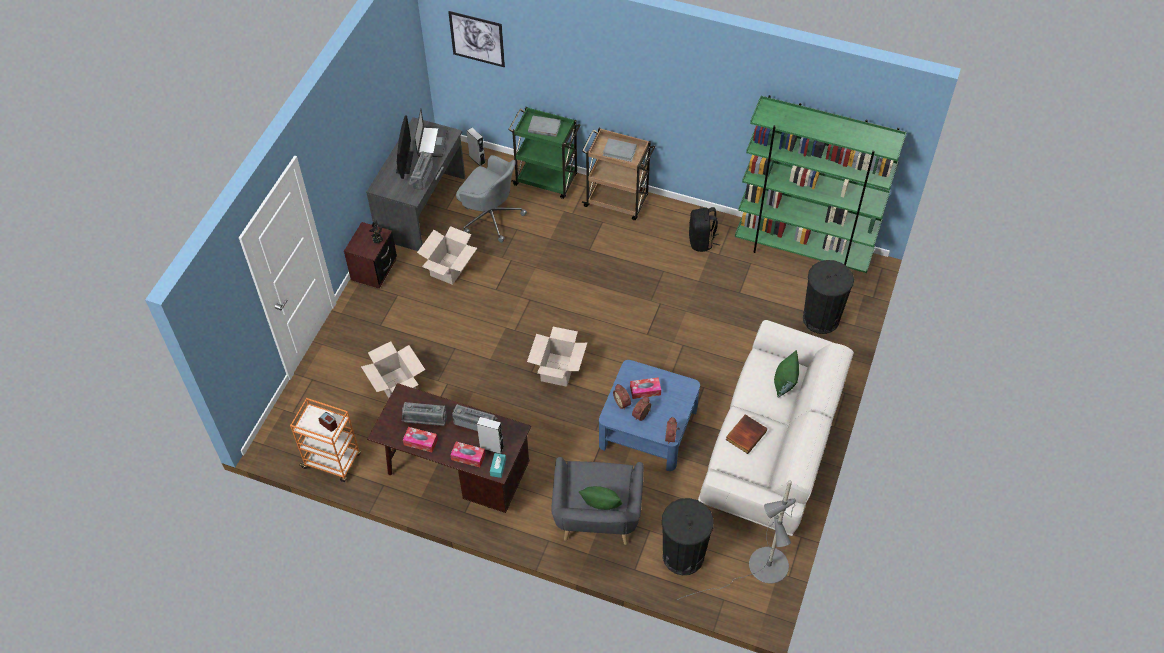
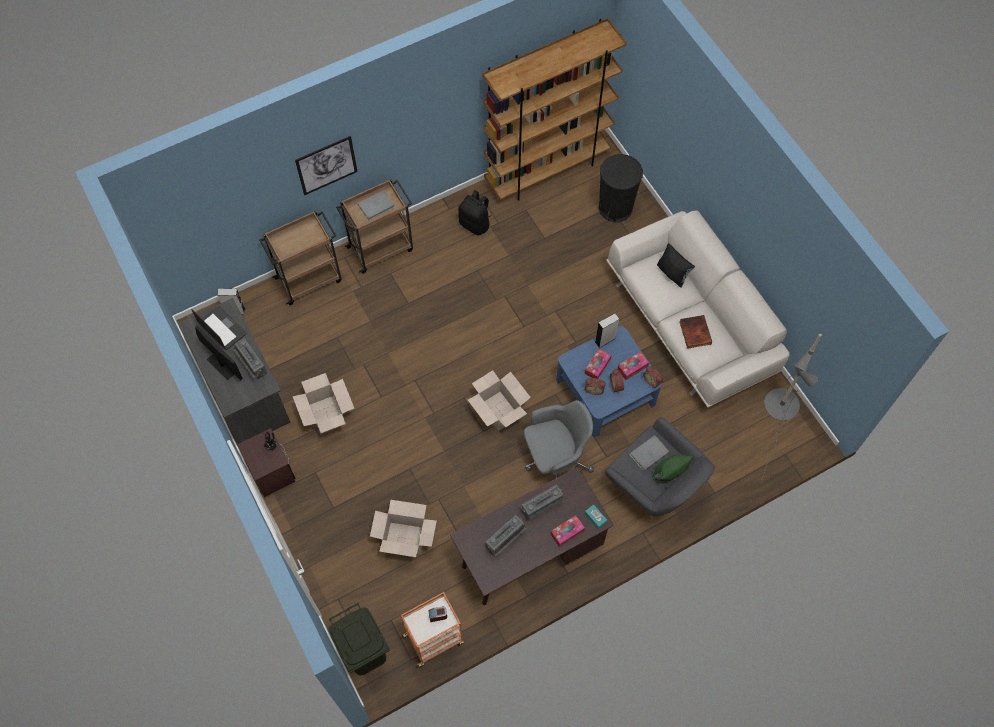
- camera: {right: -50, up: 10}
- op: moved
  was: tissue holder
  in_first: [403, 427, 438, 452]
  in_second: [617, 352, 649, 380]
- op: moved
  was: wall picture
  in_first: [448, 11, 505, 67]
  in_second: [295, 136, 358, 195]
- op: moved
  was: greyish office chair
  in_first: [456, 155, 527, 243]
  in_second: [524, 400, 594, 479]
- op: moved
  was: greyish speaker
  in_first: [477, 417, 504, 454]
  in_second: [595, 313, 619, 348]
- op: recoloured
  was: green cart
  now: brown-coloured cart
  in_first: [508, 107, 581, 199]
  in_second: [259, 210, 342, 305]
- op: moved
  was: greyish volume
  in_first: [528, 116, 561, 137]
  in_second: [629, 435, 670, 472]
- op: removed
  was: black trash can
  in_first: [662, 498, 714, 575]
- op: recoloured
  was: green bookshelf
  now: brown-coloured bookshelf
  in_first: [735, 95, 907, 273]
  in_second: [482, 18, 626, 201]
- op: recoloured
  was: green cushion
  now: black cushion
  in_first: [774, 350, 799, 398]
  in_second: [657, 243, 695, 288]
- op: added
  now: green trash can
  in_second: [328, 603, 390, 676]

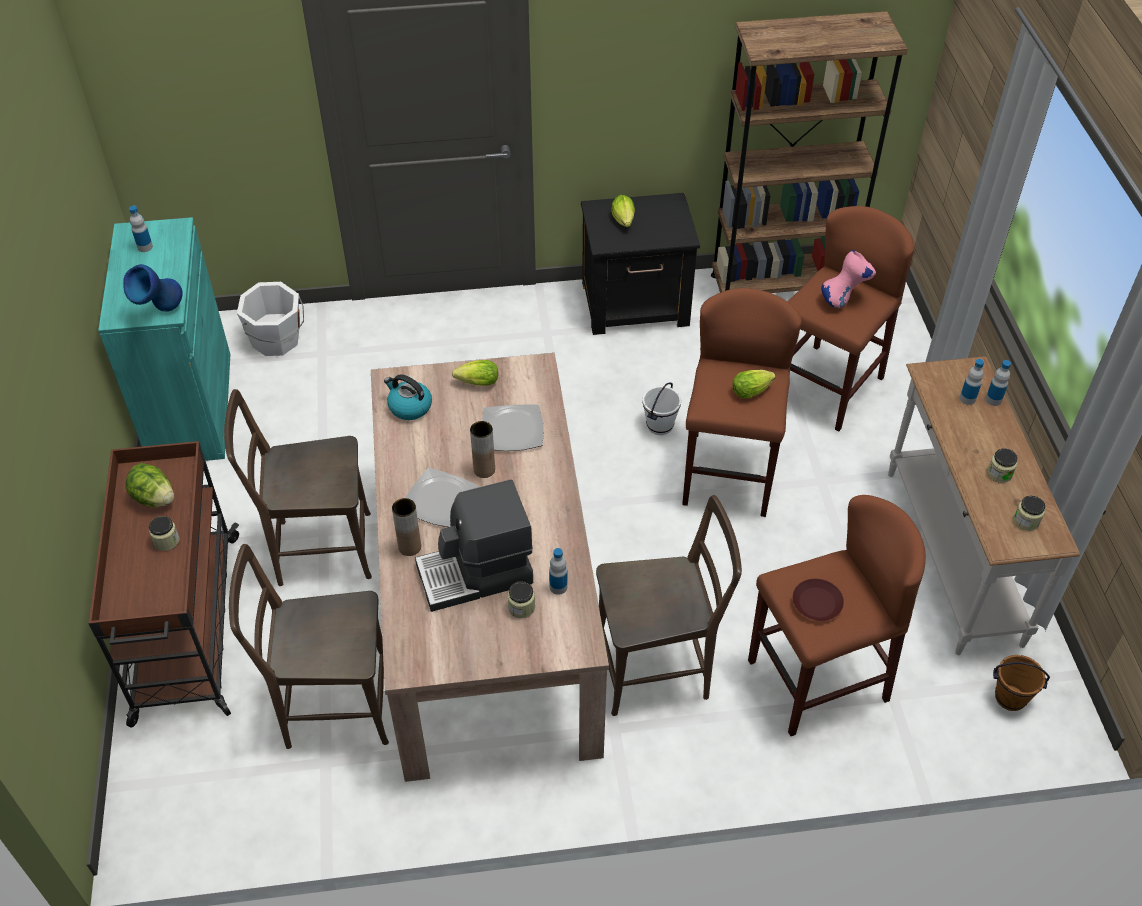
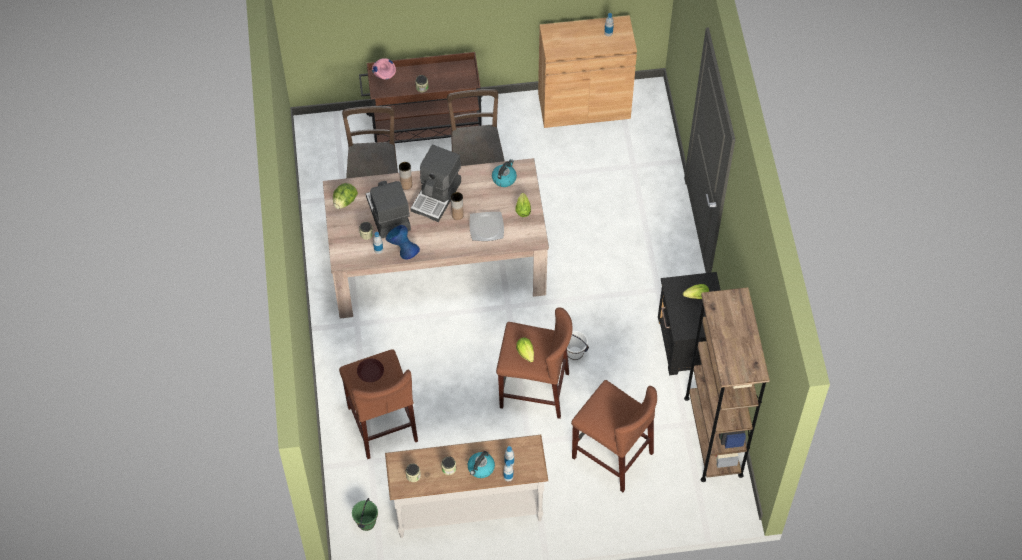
- camera: {right: 90, up: 10}
- op: recoloured
  was: blue-green storage cabinet
  now: brown-coloured storage cabinet
  in_first: [98, 217, 230, 461]
  in_second: [538, 15, 637, 128]
- op: moved
  was: blue-coloured vase
  in_first: [123, 264, 182, 312]
  in_second: [386, 225, 420, 260]
- op: moved
  was: head of lettuce
  in_first: [125, 463, 174, 507]
  in_second: [333, 183, 358, 209]
- op: removed
  was: white-coloured water bucket
  in_first: [237, 282, 304, 356]
- op: replaced
  was: dinner plate
  now: coffee maker
  in_first: [406, 468, 479, 527]
  in_second: [410, 144, 461, 222]
- op: removed
  was: brown-coloured plain chair
  in_first: [596, 495, 742, 716]
- op: moved
  was: pinkish vase
  in_first: [821, 250, 876, 308]
  in_second: [372, 58, 396, 80]
- op: recoloured
  was: brown-coloured water bucket
  now: green water bucket
  in_first: [993, 655, 1050, 711]
  in_second: [352, 498, 378, 531]
- op: added
  now: tea kettle
  in_second: [468, 451, 495, 478]

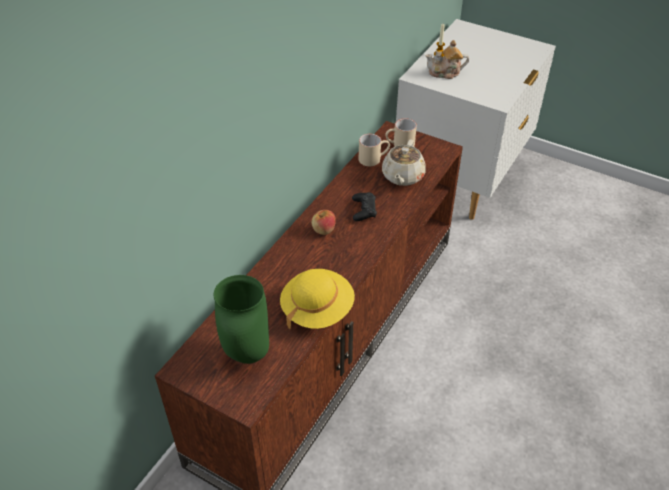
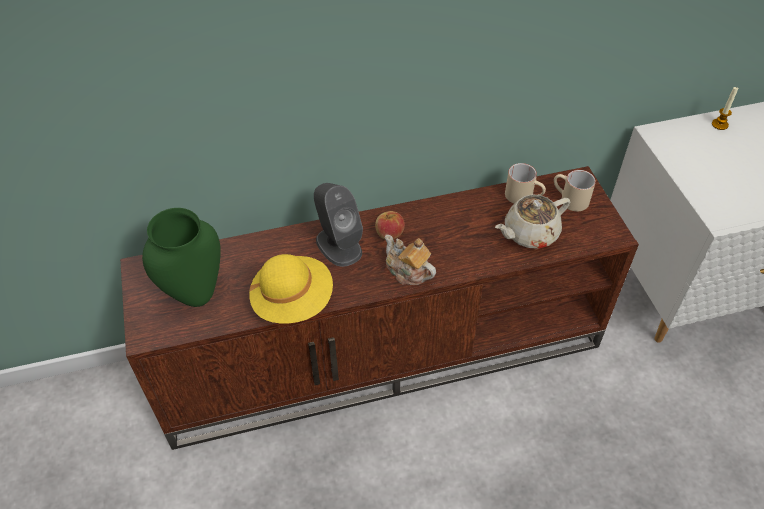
- camera: {right: 45, up: 5}
- op: removed
  was: black gamepad
  in_first: [352, 192, 377, 221]
- op: moved
  was: pot for tea
  in_first: [425, 40, 469, 79]
  in_second: [385, 235, 436, 285]
- op: added
  now: greyish speaker
  in_second: [314, 183, 363, 267]

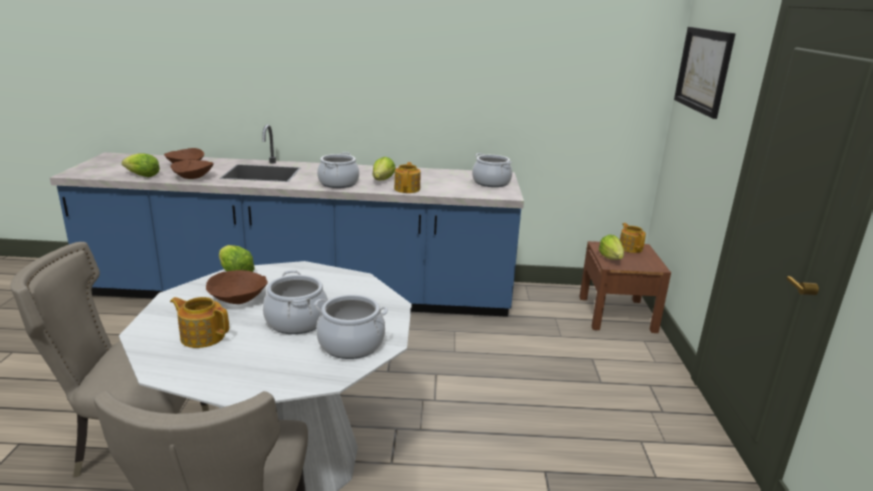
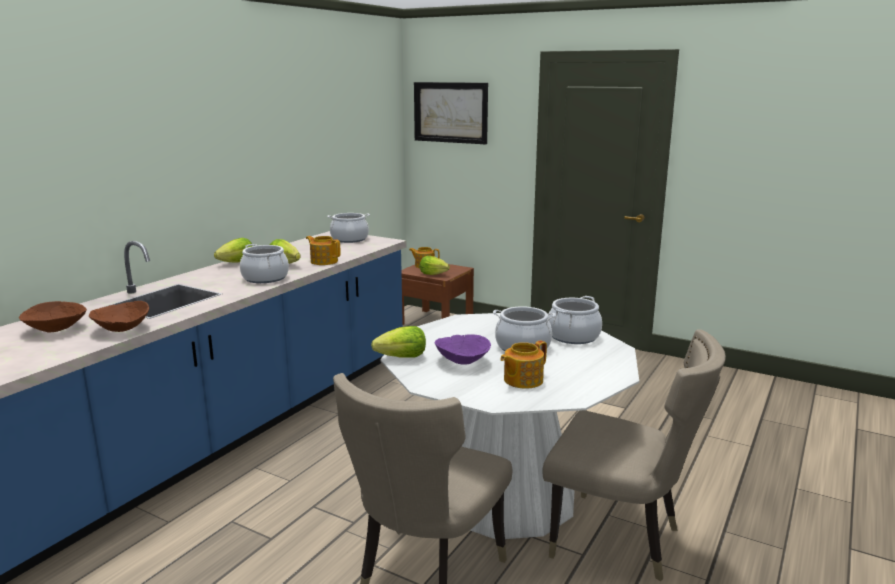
- camera: {right: -60, up: -5}
- op: moved
  was: head of lettuce
  in_first: [121, 153, 160, 177]
  in_second: [214, 238, 252, 263]
- op: recoloured
  was: brown-coloured bowl
  now: purple-coloured bowl
  in_first: [206, 270, 268, 304]
  in_second: [435, 334, 491, 365]

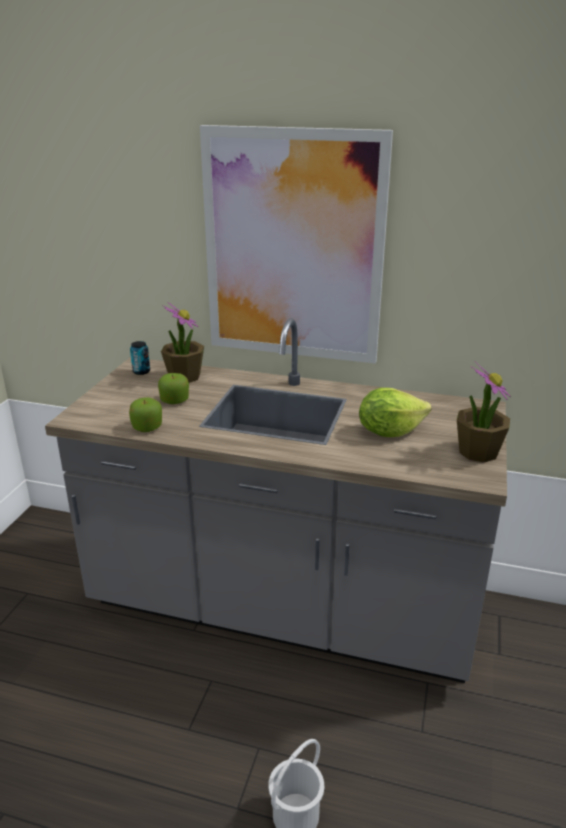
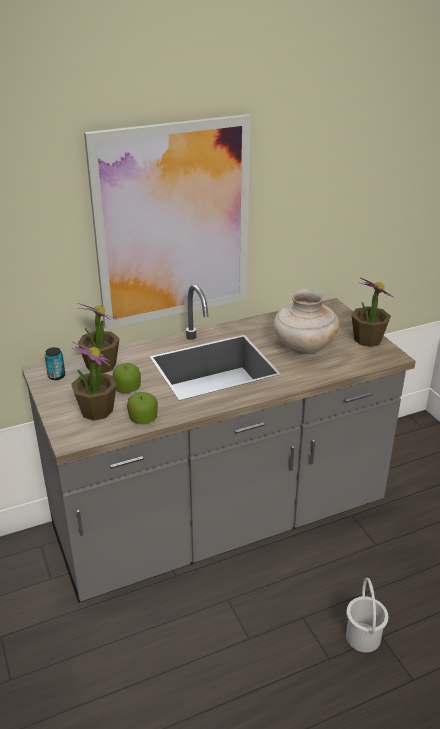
- camera: {right: -40, up: 5}
- op: replaced
  was: head of lettuce
  now: beige vase
  in_first: [359, 388, 431, 437]
  in_second: [273, 289, 340, 354]
- op: added
  now: plant in a pot
  in_second: [71, 342, 117, 421]

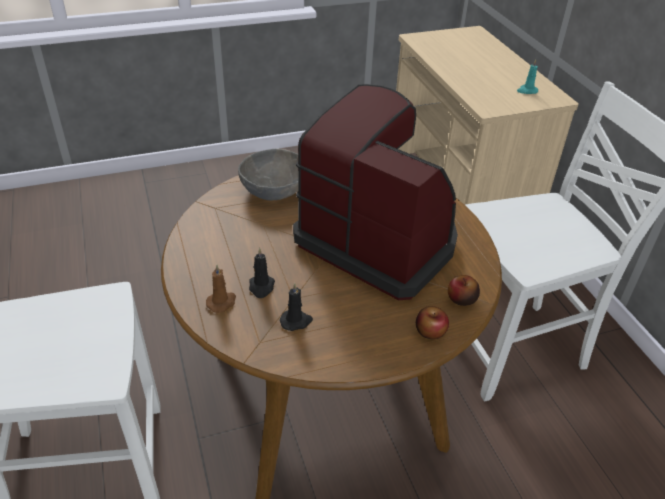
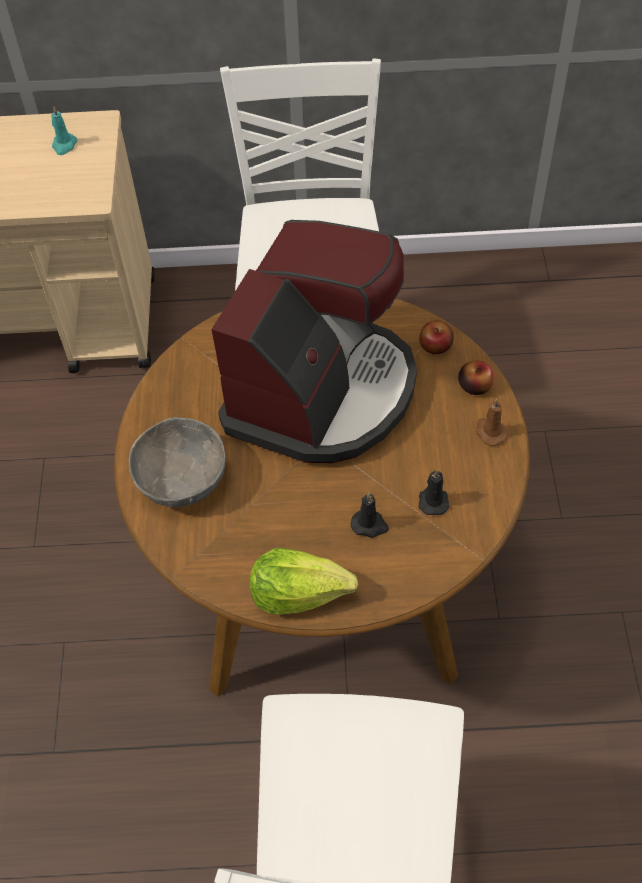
- camera: {right: -70, up: 15}
- op: moved
  was: brown-coloured candle
  in_first: [206, 264, 236, 313]
  in_second: [476, 398, 508, 446]
- op: turned
  was: coffee maker
  in_first: [293, 84, 458, 300]
  in_second: [211, 220, 417, 463]
  clockwise: 150
- op: added
  now: head of lettuce
  in_second: [250, 548, 358, 615]

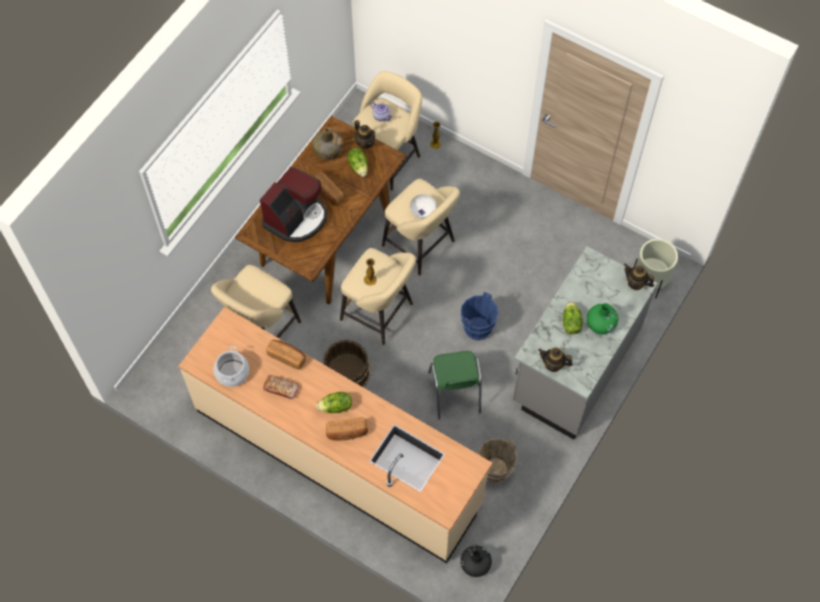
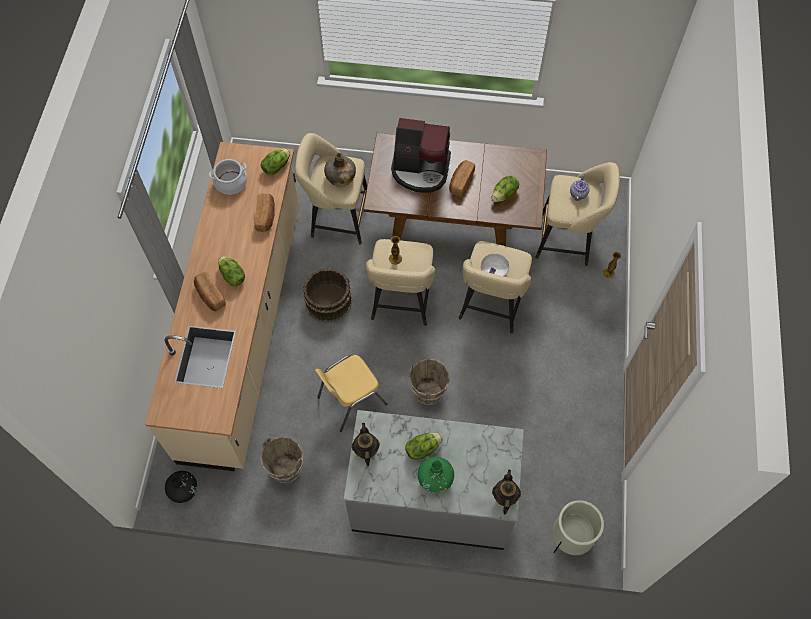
- camera: {right: 65, up: 0}
- op: removed
  was: bread
  in_first: [263, 375, 299, 399]
- op: moved
  was: green beverage bottle
  in_first: [313, 127, 344, 160]
  in_second: [324, 153, 356, 187]
- op: removed
  was: pot for tea
  in_first: [354, 120, 375, 149]
- op: recoloured
  was: green plain chair
  now: yellow plain chair
  in_first: [428, 351, 482, 420]
  in_second: [315, 355, 388, 432]
- op: recoloured
  was: blue-coloured water bucket
  now: brown-coloured water bucket
  in_first: [461, 292, 498, 340]
  in_second: [409, 359, 450, 405]
- op: added
  now: head of lettuce
  in_second: [261, 149, 290, 175]

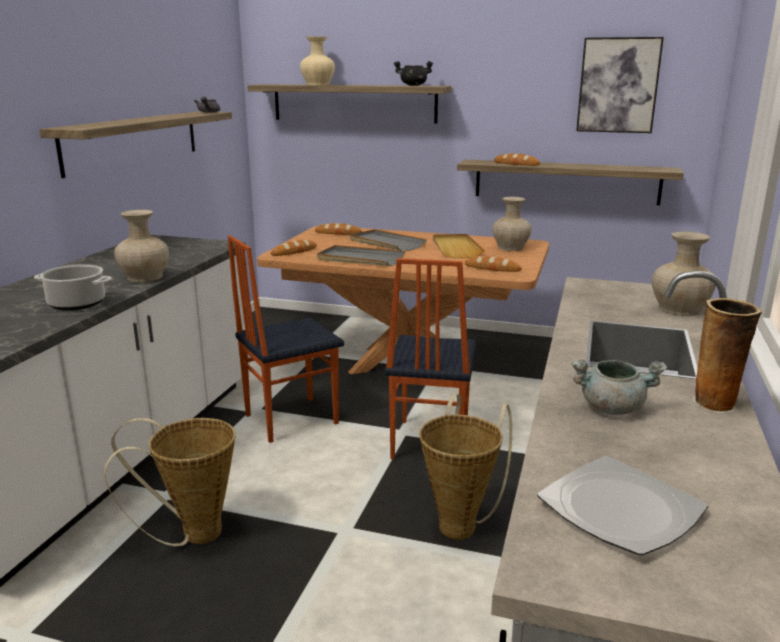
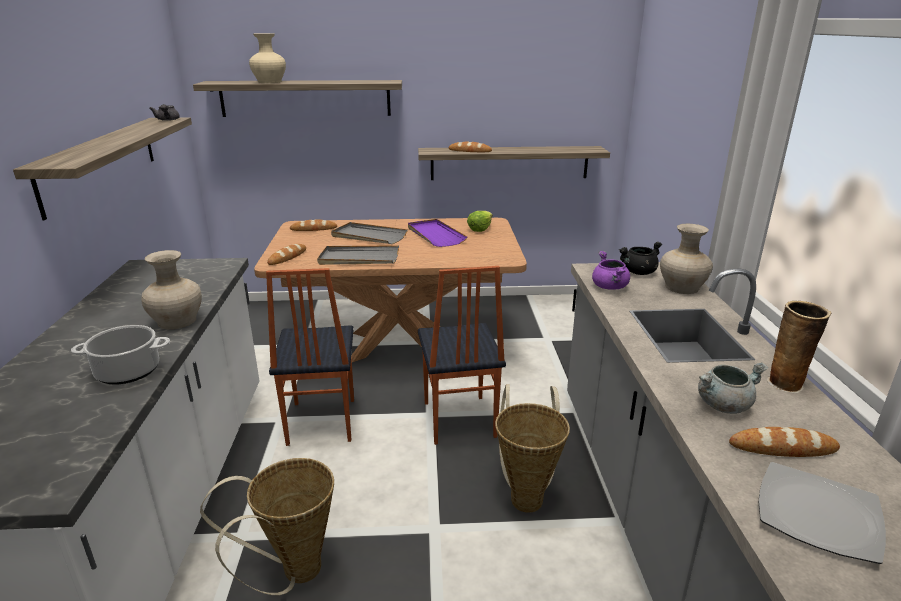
- camera: {right: -20, up: 5}
- op: turned
  was: plain chair
  in_first: [228, 235, 344, 443]
  in_second: [266, 268, 354, 446]
  clockwise: -45
- op: moved
  was: black saucepot
  in_first: [394, 61, 433, 86]
  in_second: [619, 242, 662, 275]
- op: recoloured
  was: beige serving tray
  now: purple-coloured serving tray
  in_first: [433, 234, 485, 258]
  in_second: [408, 219, 467, 247]
- op: moved
  was: bread
  in_first: [465, 256, 522, 272]
  in_second: [729, 427, 840, 457]
- op: replaced
  was: beige vase
  now: head of lettuce
  in_first: [492, 197, 532, 251]
  in_second: [467, 211, 493, 232]
- op: removed
  was: wall picture
  in_first: [576, 37, 664, 133]
- op: added
  now: purple-coloured saucepot
  in_second: [592, 251, 630, 290]

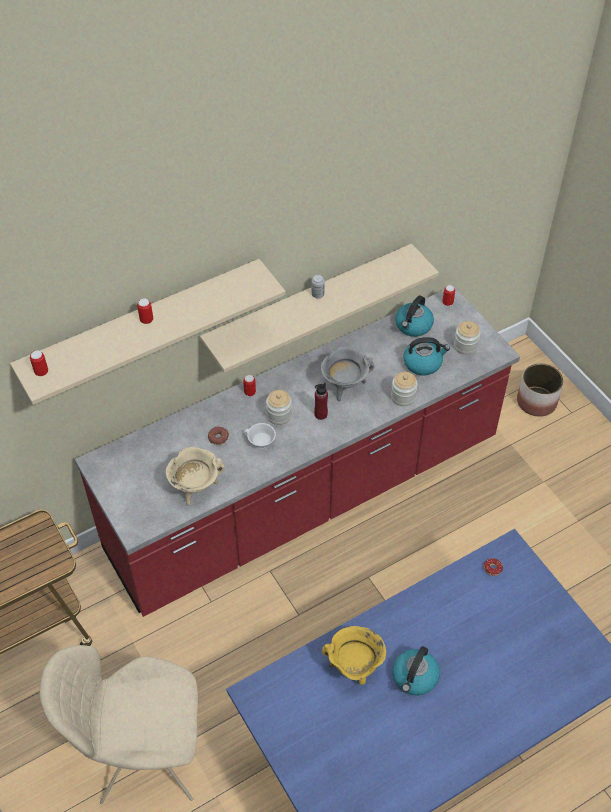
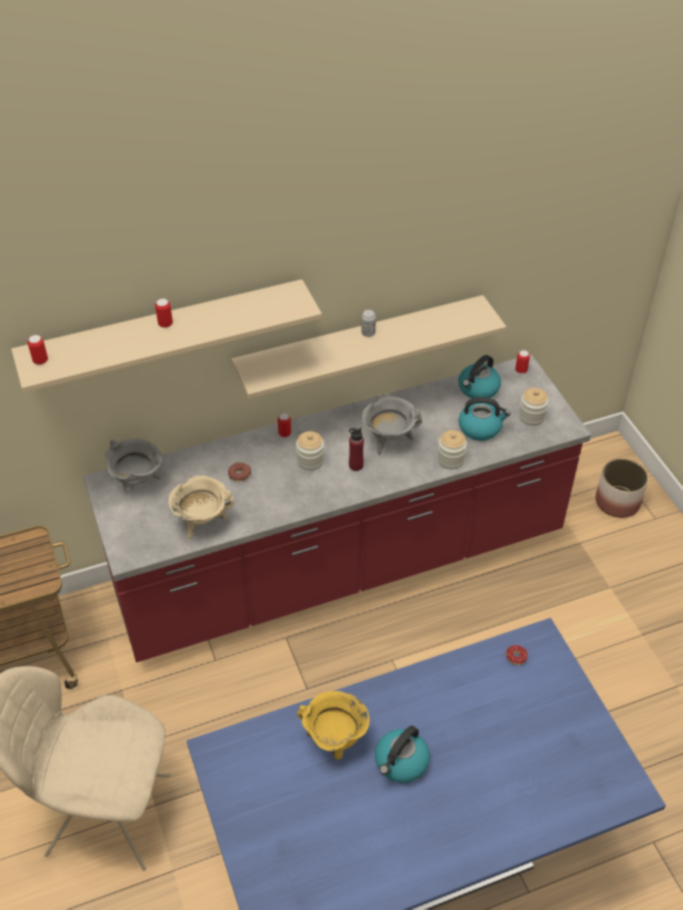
- camera: {right: 10, up: -5}
- op: removed
  was: white-coloured cup
  in_first: [244, 423, 276, 448]
- op: added
  now: greyish saucepot
  in_second: [105, 439, 162, 493]

